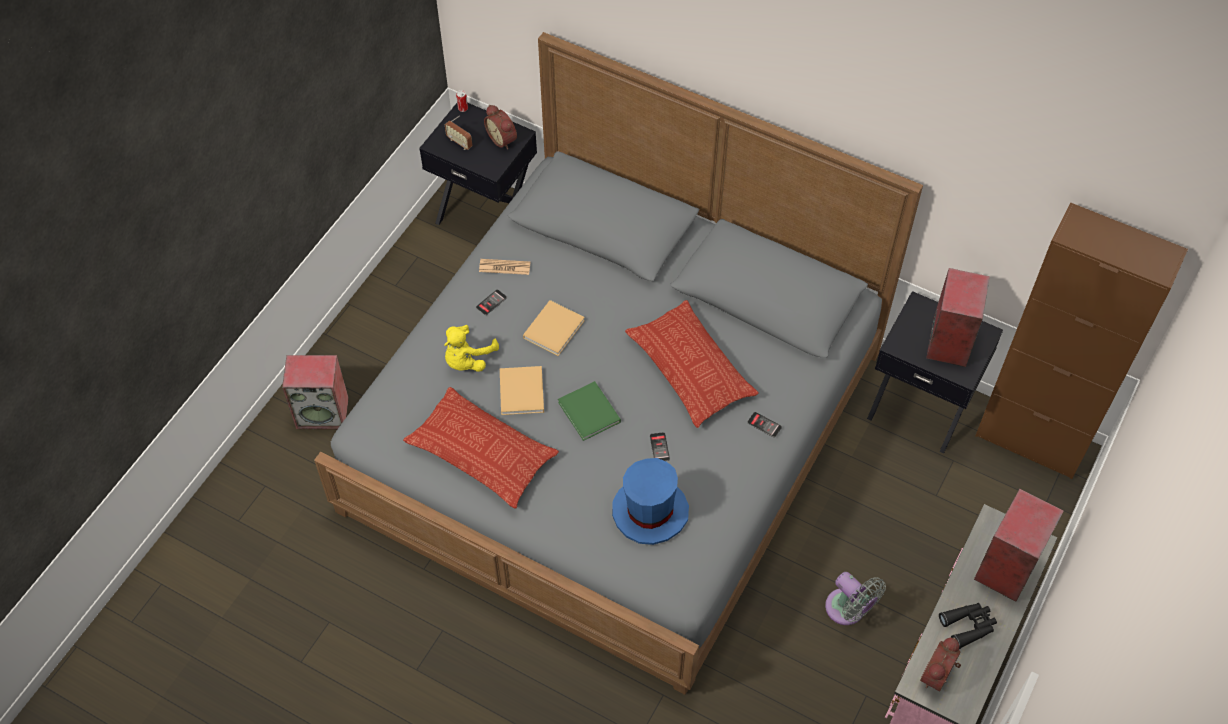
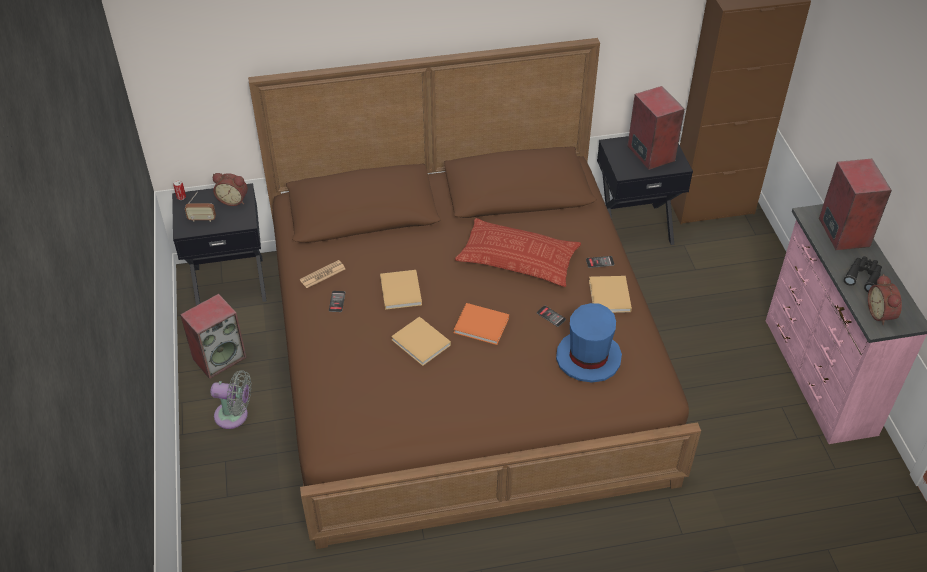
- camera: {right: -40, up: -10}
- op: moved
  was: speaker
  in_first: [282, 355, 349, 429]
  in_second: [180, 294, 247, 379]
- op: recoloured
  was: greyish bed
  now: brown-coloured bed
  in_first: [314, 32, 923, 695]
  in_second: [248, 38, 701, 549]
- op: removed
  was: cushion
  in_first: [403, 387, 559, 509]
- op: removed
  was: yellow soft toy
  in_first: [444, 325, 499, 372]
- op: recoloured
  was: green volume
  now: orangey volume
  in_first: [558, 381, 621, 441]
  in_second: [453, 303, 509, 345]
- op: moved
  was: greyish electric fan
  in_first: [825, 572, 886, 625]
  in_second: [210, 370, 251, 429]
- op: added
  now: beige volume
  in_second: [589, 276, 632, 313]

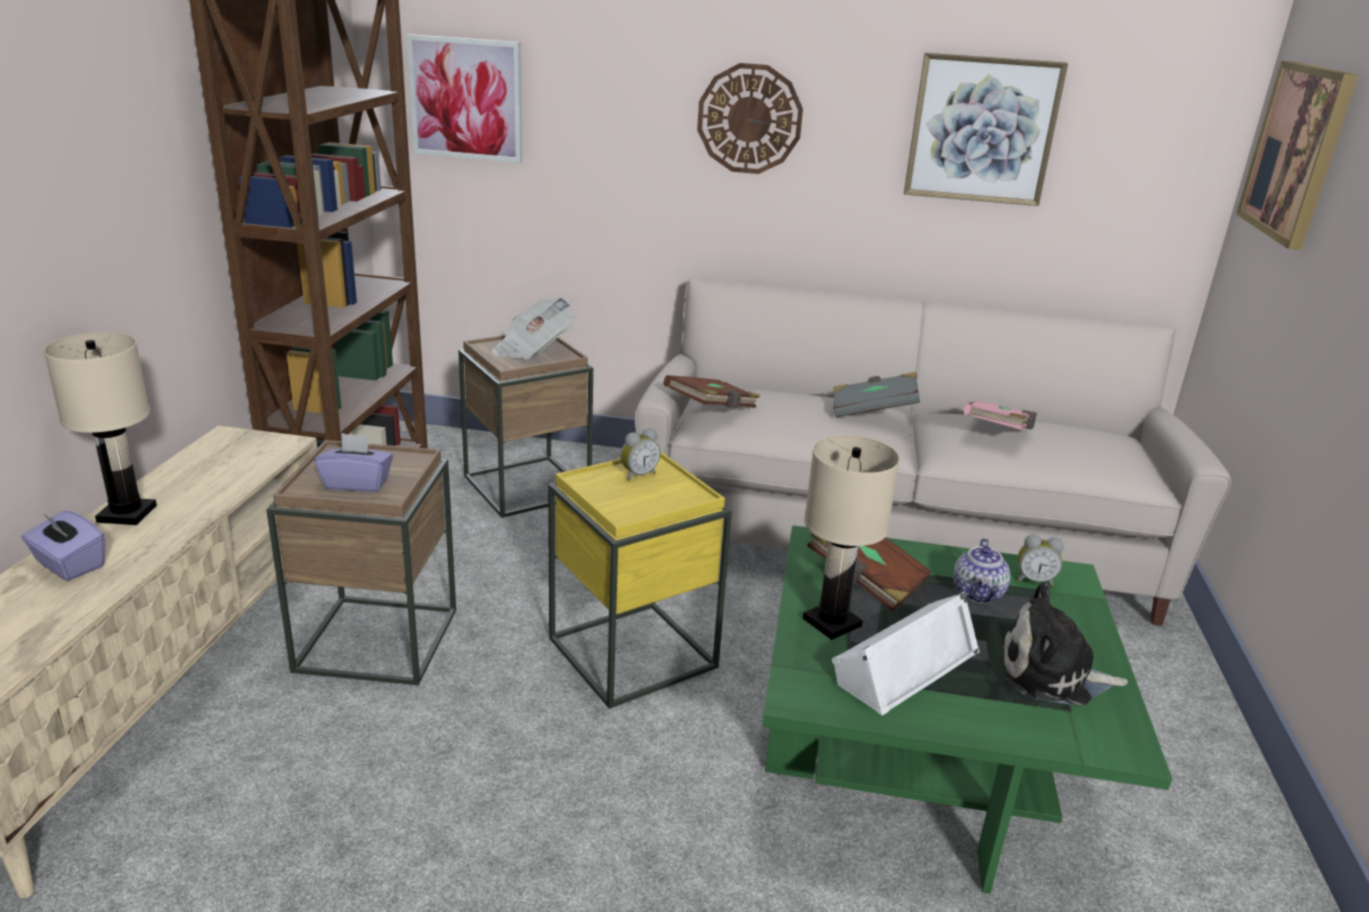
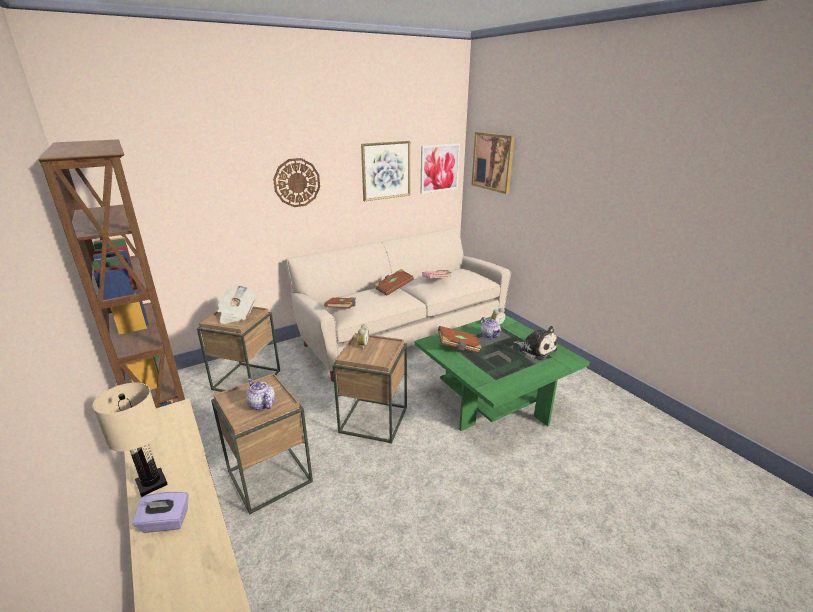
- camera: {right: -40, up: 0}
- op: replaced
  was: purple-coloured tissue holder
  now: pot for tea
  in_first: [314, 433, 393, 492]
  in_second: [246, 379, 275, 411]
- op: moved
  was: wall picture
  in_first: [406, 34, 522, 163]
  in_second: [421, 143, 460, 194]
- op: recoloured
  was: yellow side table
  now: brown-coloured side table
  in_first: [548, 451, 732, 709]
  in_second: [332, 333, 407, 443]
- op: removed
  was: beige lamp for a table
  in_first: [803, 435, 900, 640]
- op: removed
  was: white-coloured speaker
  in_first: [832, 591, 980, 716]
- op: recoloured
  was: greyish volume
  now: brown-coloured volume
  in_first: [833, 372, 920, 417]
  in_second: [374, 269, 414, 296]
- op: turned
  was: soft toy
  in_first: [1002, 583, 1128, 706]
  in_second: [513, 326, 557, 360]
  clockwise: -105

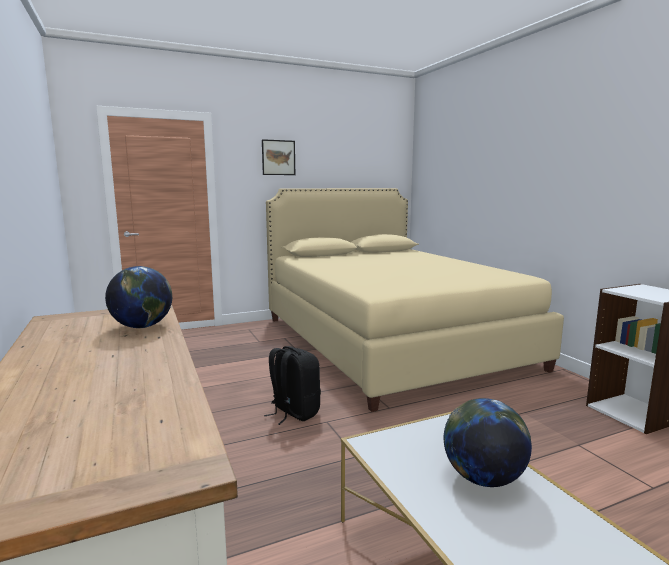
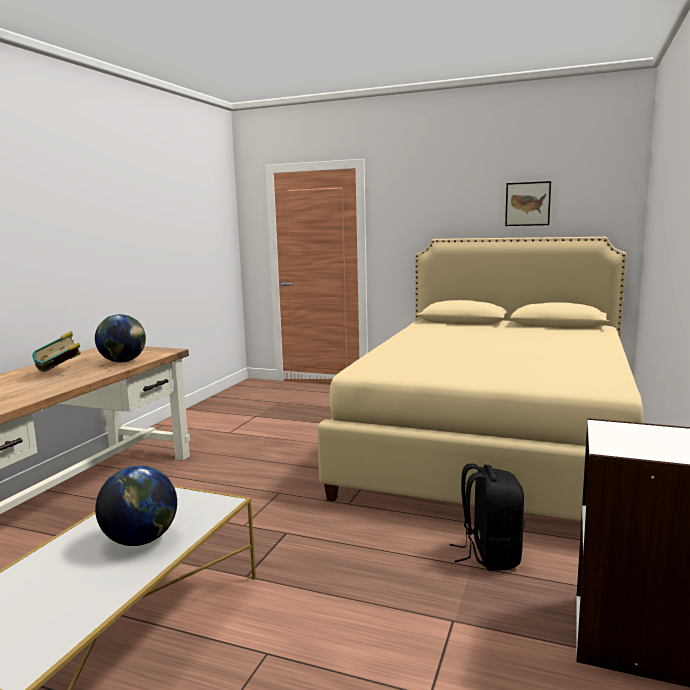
- camera: {right: 45, up: 0}
- op: moved
  was: wall picture
  in_first: [262, 139, 295, 175]
  in_second: [505, 181, 551, 226]
- op: moved
  was: black rucksack
  in_first: [264, 346, 321, 425]
  in_second: [450, 463, 524, 571]
- op: added
  now: volume
  in_second: [32, 331, 80, 372]

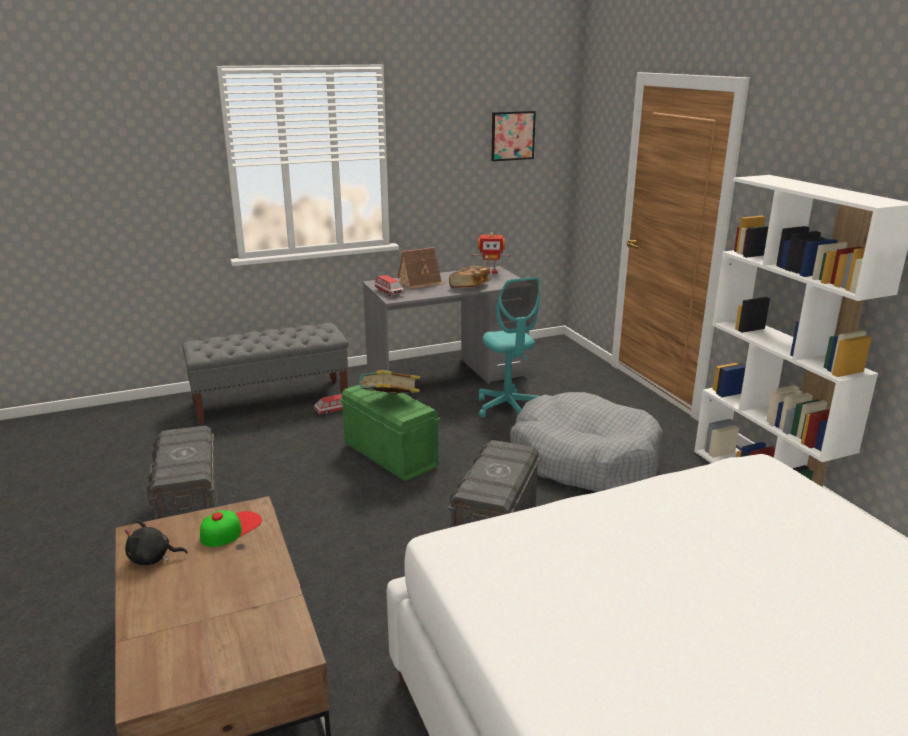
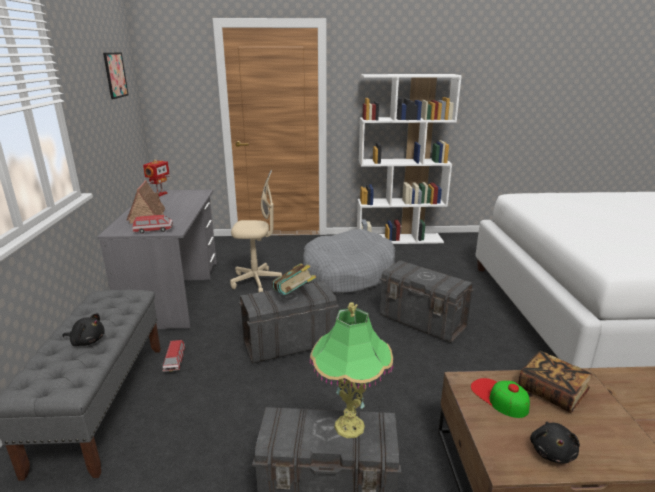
- camera: {right: -70, up: 0}
- op: recoloured
  was: green storage bin
  now: greyish storage bin
  in_first: [340, 384, 441, 481]
  in_second: [239, 281, 339, 364]
- op: moved
  was: volume
  in_first: [449, 266, 491, 288]
  in_second: [519, 351, 592, 413]
- op: recoloured
  was: blue-green office chair
  now: beige office chair
  in_first: [478, 277, 540, 418]
  in_second: [230, 170, 282, 293]
- op: added
  now: black soft toy
  in_second: [62, 313, 105, 346]
- op: added
  now: lamp for a table
  in_second: [310, 302, 393, 438]

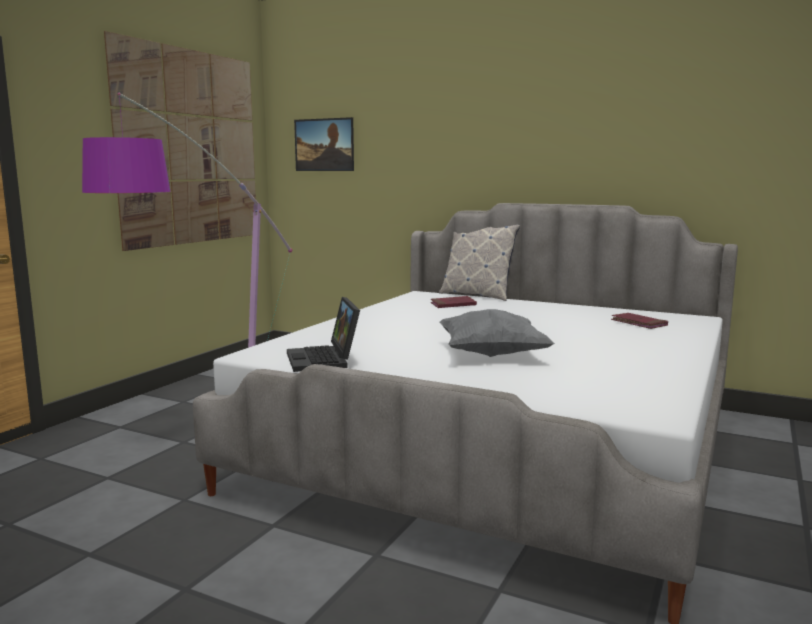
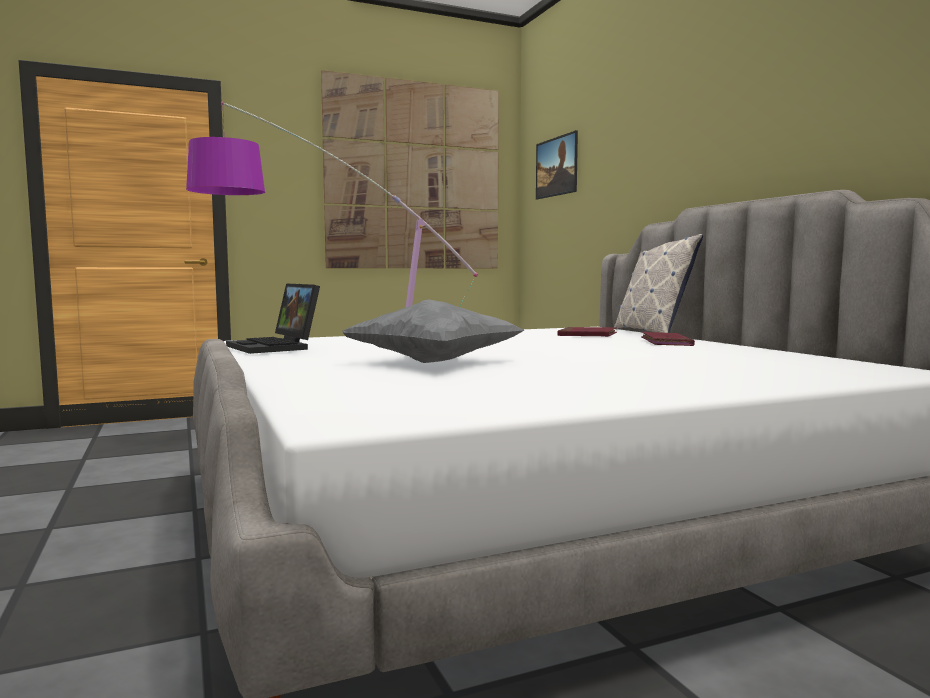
- camera: {right: 40, up: -5}
- op: turned
  was: notebook computer
  in_first: [287, 297, 360, 372]
  in_second: [226, 283, 320, 354]
  clockwise: -60
- op: moved
  was: red-coloured volume
  in_first: [611, 313, 668, 329]
  in_second: [641, 332, 695, 346]

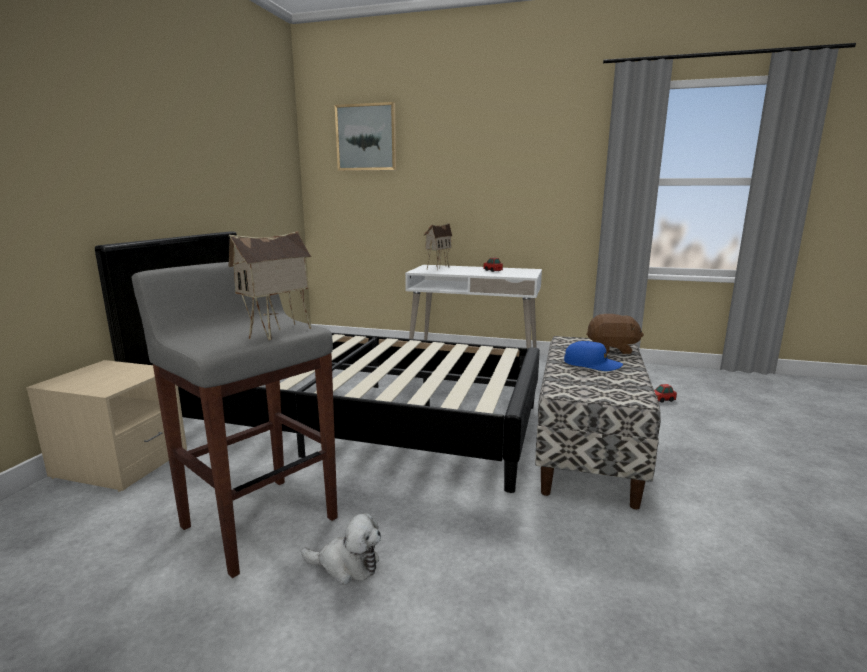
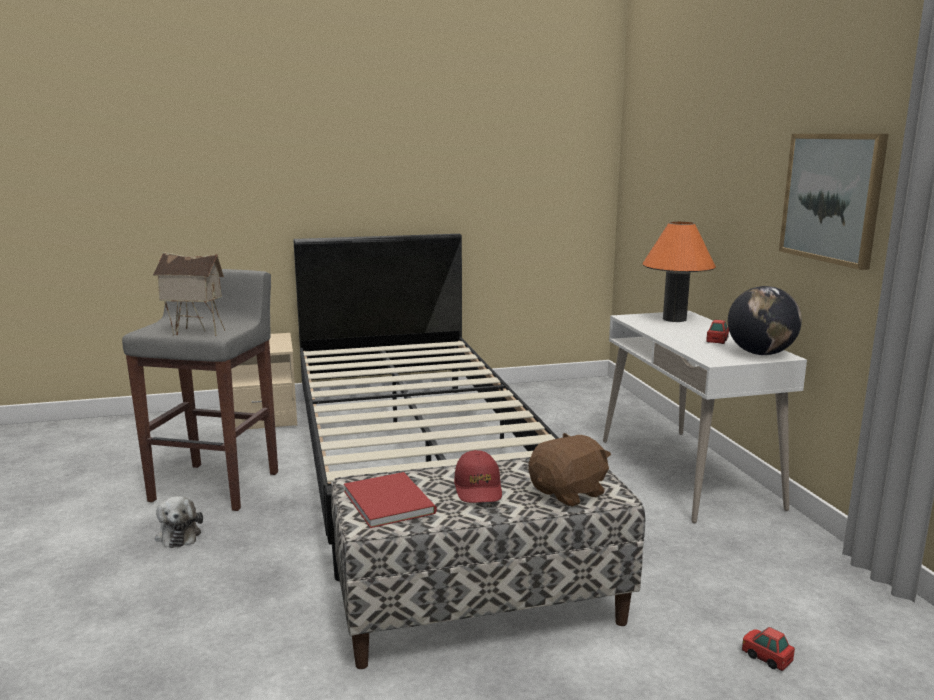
- camera: {right: 60, up: 0}
- op: moved
  was: wall picture
  in_first: [335, 102, 396, 171]
  in_second: [779, 134, 889, 270]
- op: replaced
  was: toy house
  now: orangey lamp for a table
  in_first: [424, 223, 452, 271]
  in_second: [643, 221, 716, 322]
- op: recoloured
  was: blue-coloured peaked cap
  now: red-coloured peaked cap
  in_first: [564, 341, 623, 371]
  in_second: [454, 450, 502, 503]
- op: turned
  was: brown-coloured soft toy
  in_first: [586, 314, 644, 354]
  in_second: [529, 433, 611, 507]
  clockwise: -105
- op: added
  now: red-coloured volume
  in_second: [344, 472, 437, 528]
- op: added
  now: globe
  in_second: [728, 286, 802, 355]

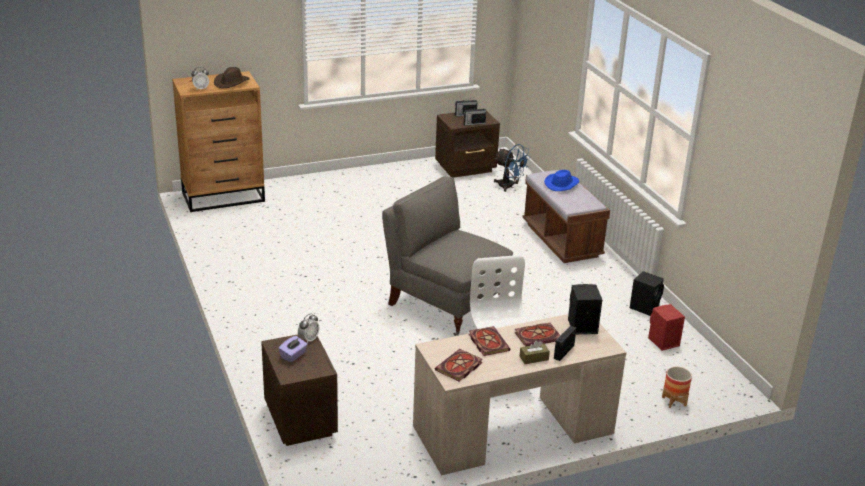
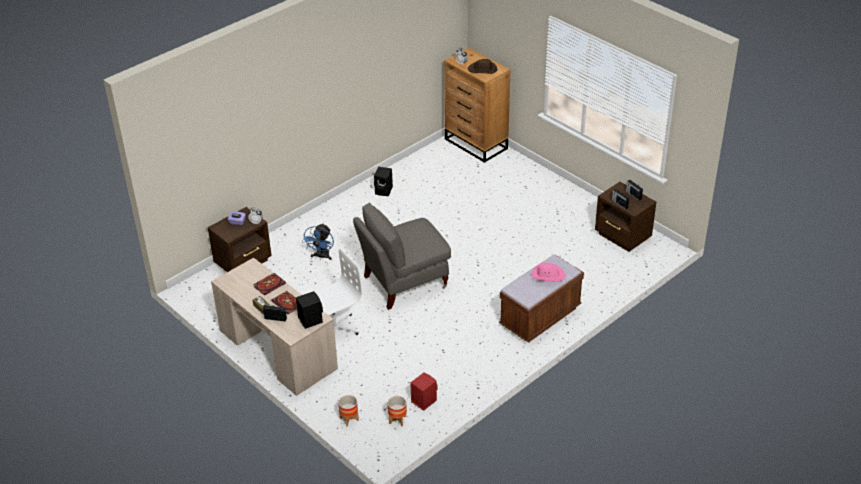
- camera: {right: 70, up: 10}
- op: turned
  was: greyish easy chair
  in_first: [382, 176, 513, 336]
  in_second: [353, 203, 451, 310]
  clockwise: -135
- op: removed
  was: volume
  in_first: [435, 349, 483, 381]
- op: moved
  was: blue-coloured electric fan
  in_first: [494, 144, 530, 192]
  in_second: [303, 223, 334, 260]
- op: recoloured
  was: blue-coloured clothing hat
  now: pinkish clothing hat
  in_first: [544, 170, 579, 191]
  in_second: [531, 263, 566, 282]
- op: moved
  was: black speaker
  in_first: [630, 271, 664, 316]
  in_second: [374, 167, 393, 196]
- op: added
  now: flower pot
  in_second: [388, 396, 407, 426]

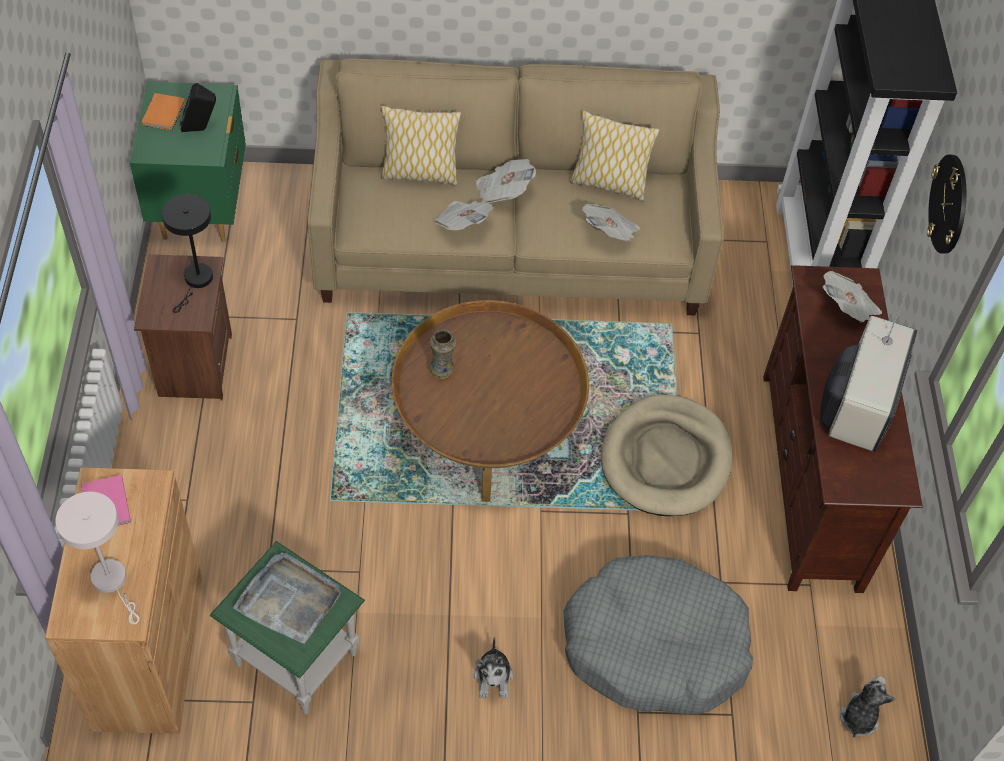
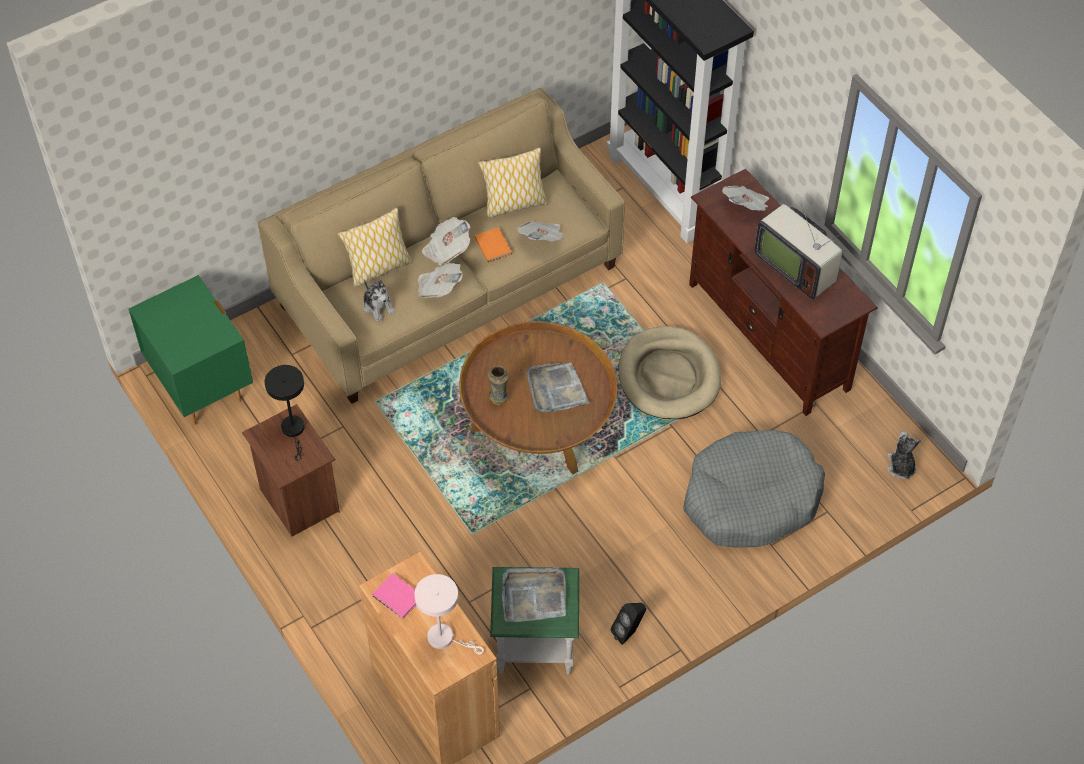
- camera: {right: -30, up: 0}
- op: moved
  was: orangey volume
  in_first: [142, 93, 185, 131]
  in_second: [475, 227, 512, 262]
- op: moved
  was: black speaker
  in_first: [180, 83, 216, 132]
  in_second: [610, 603, 646, 645]
- op: moved
  was: soft toy
  in_first: [474, 637, 514, 699]
  in_second: [363, 280, 395, 322]
- op: turned
  was: TV
  in_first: [820, 282, 917, 452]
  in_second: [754, 204, 843, 299]
  clockwise: 150
- op: removed
  was: hanging clock
  in_first: [927, 155, 966, 254]
- op: added
  now: greyish serving tray
  in_second: [526, 363, 590, 412]

